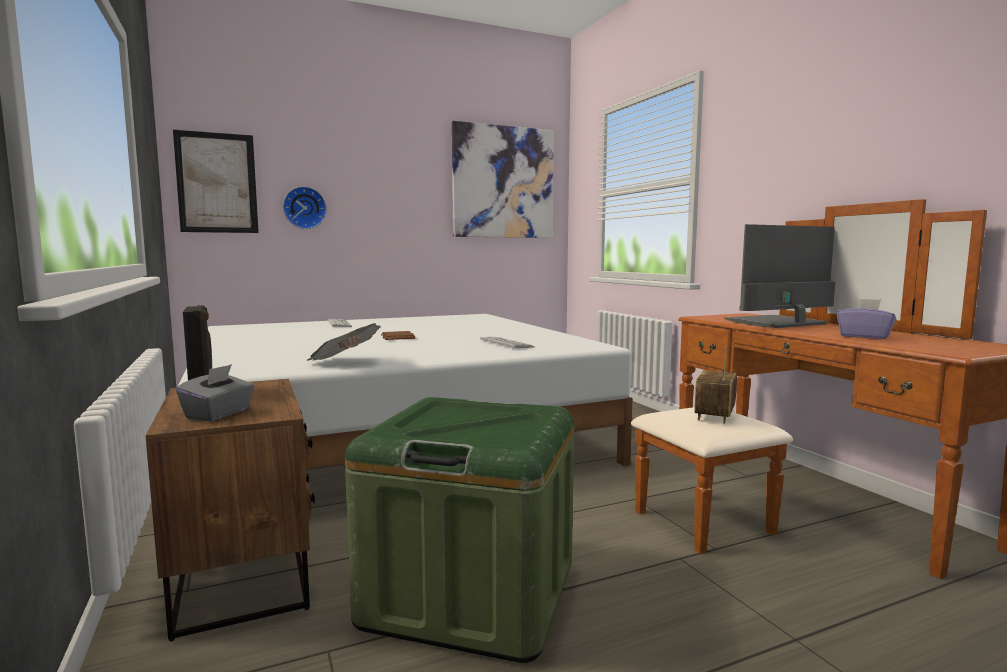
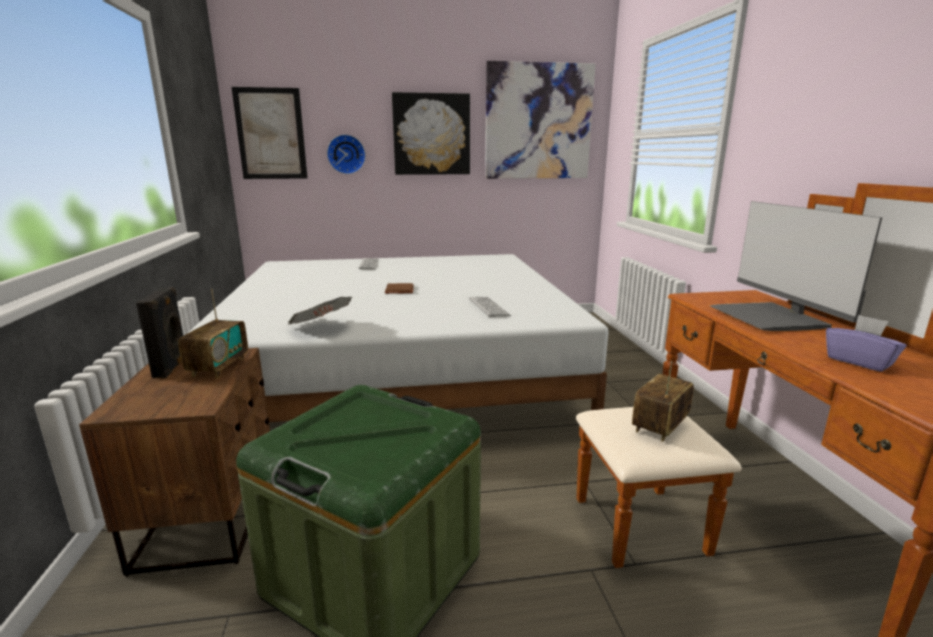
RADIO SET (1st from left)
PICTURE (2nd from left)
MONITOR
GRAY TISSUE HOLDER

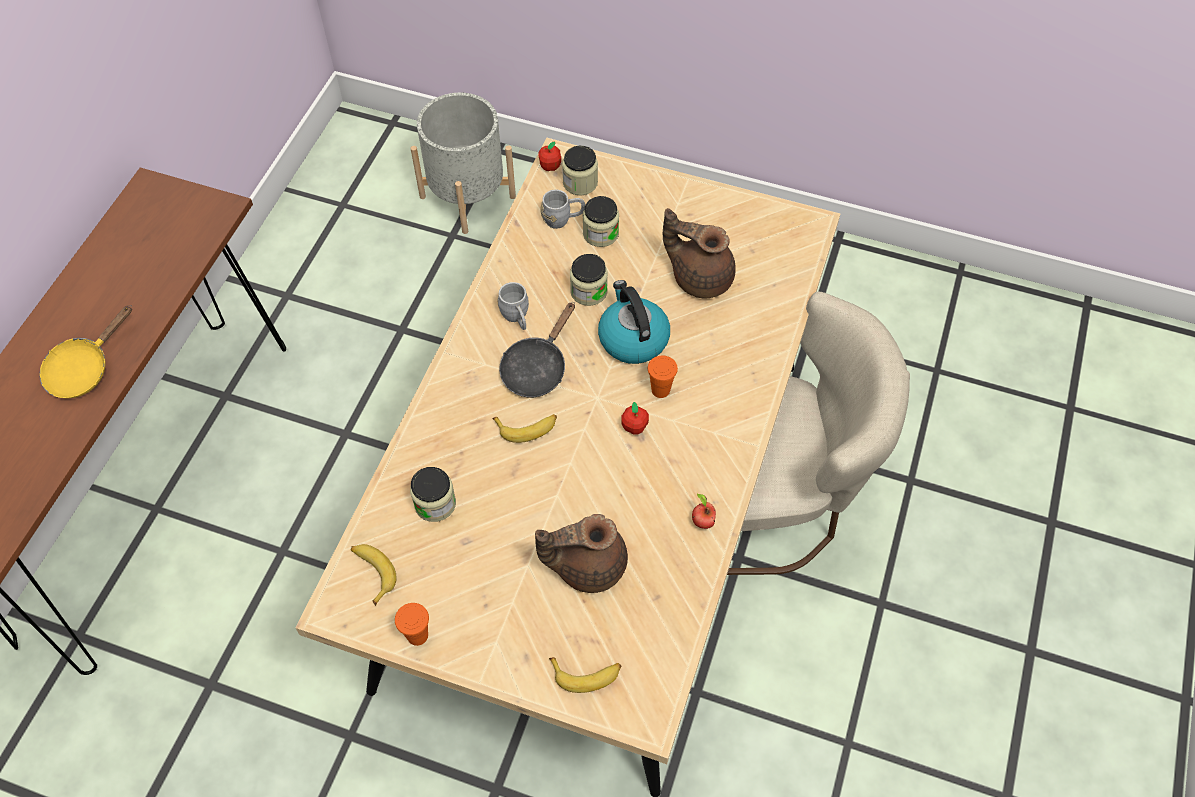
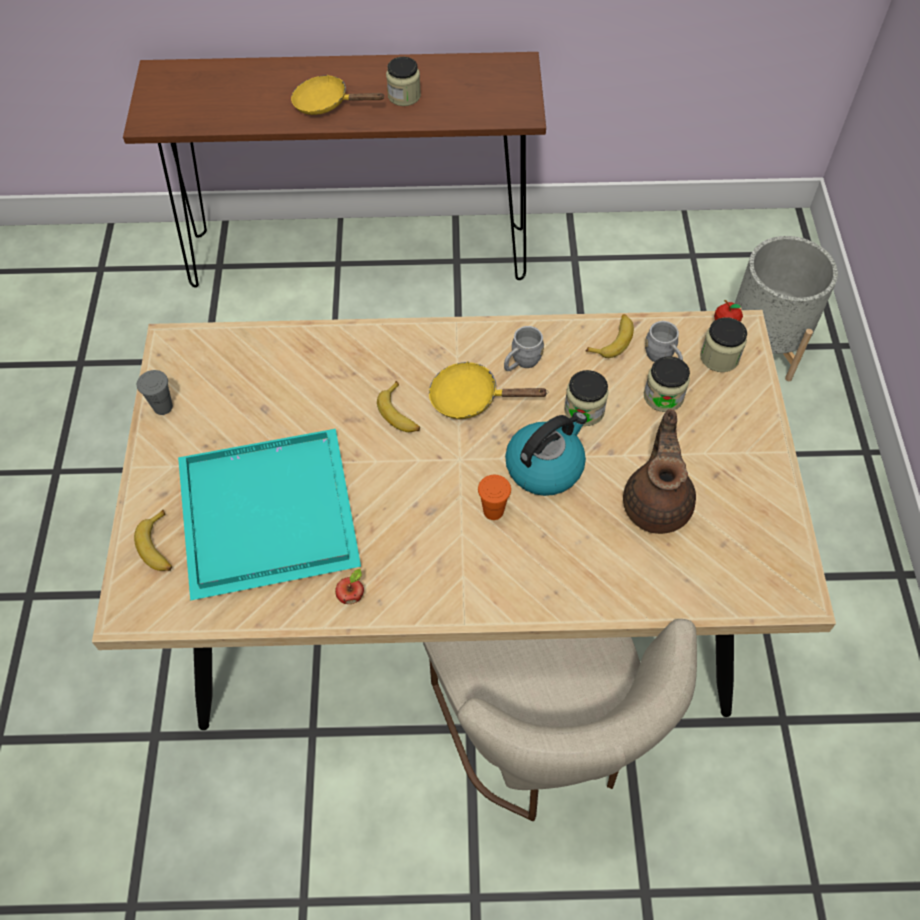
GRAY DRINKING CUP
TURQUOISE TRAY
STORAGE JAR (1st from left)
YELLOW FRYING PAN (2nd from left)
BANANA FRUIT (3rd from left)
WHOLE APPLE (2nd from left in the first image)

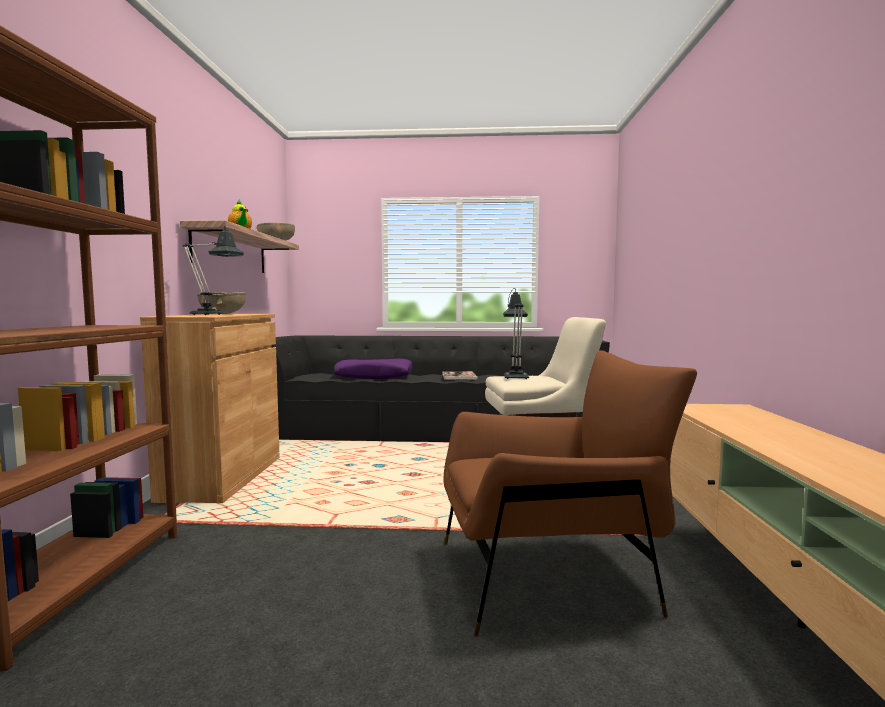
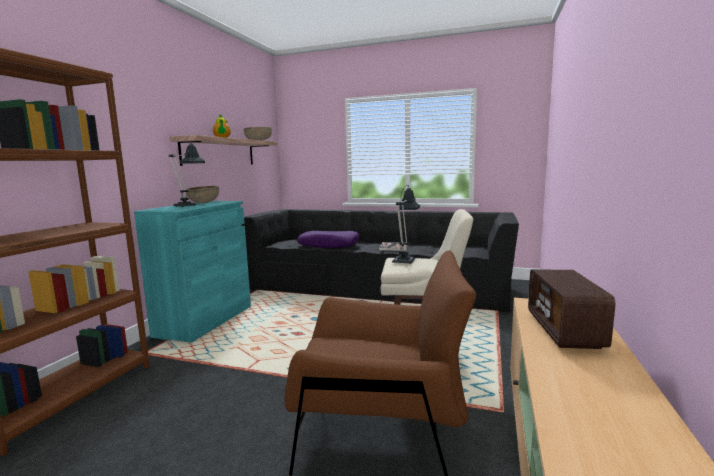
TURQUOISE CUPBOARD
RADIO SET

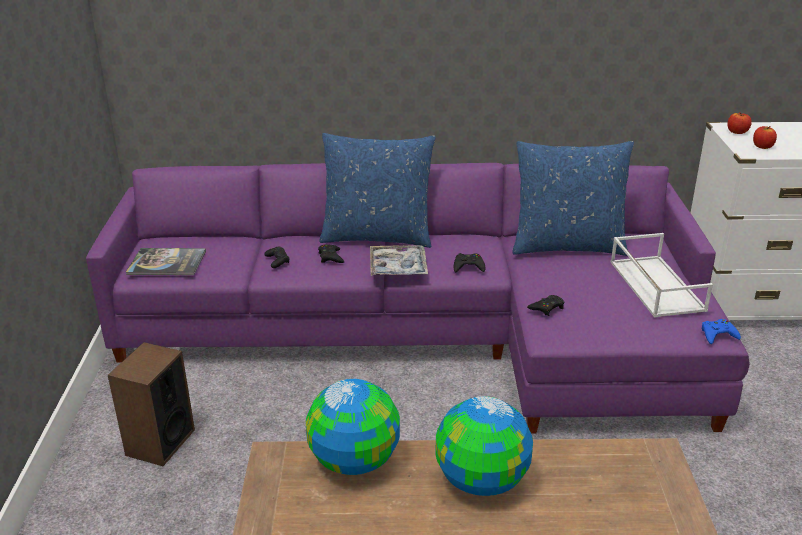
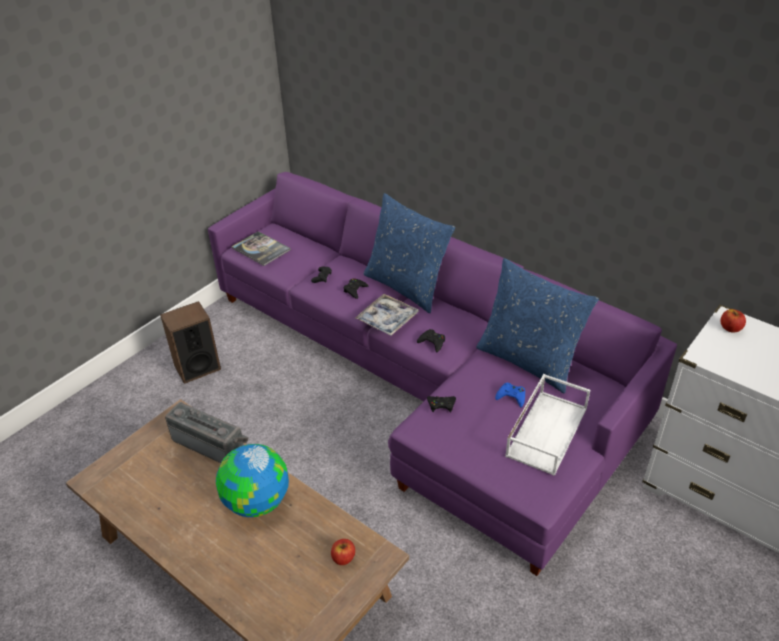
RADIO SET
WHOLE APPLE (1st from left)
BLUISH JOYPAD

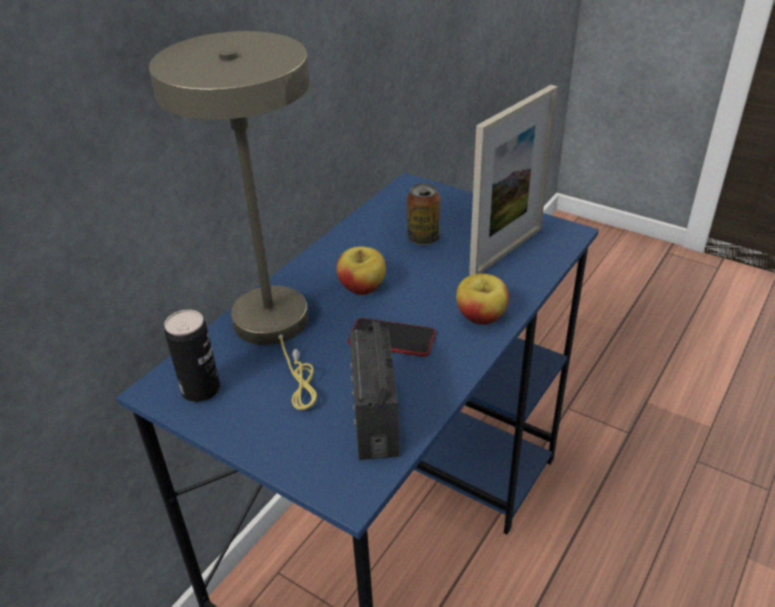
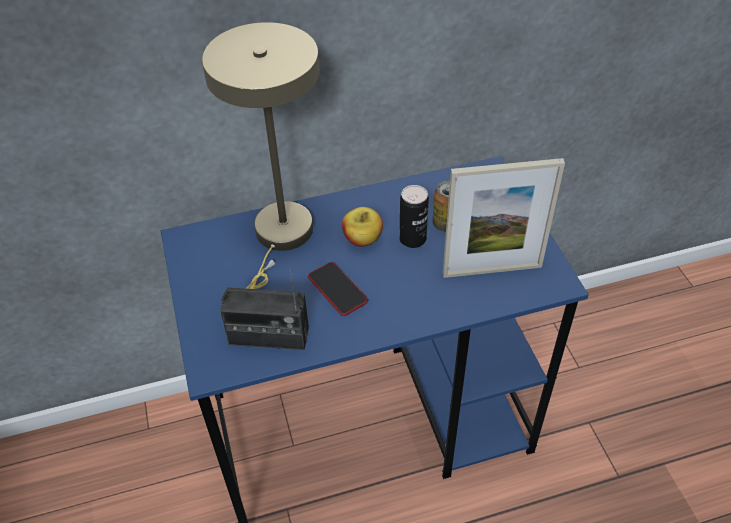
RADIO SET
CAN (1st from left)
WHOLE APPLE (2nd from left in the first image)

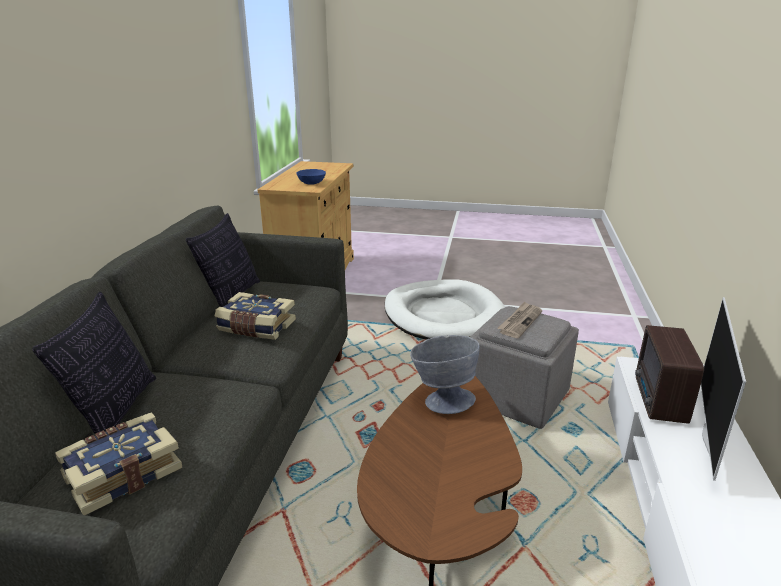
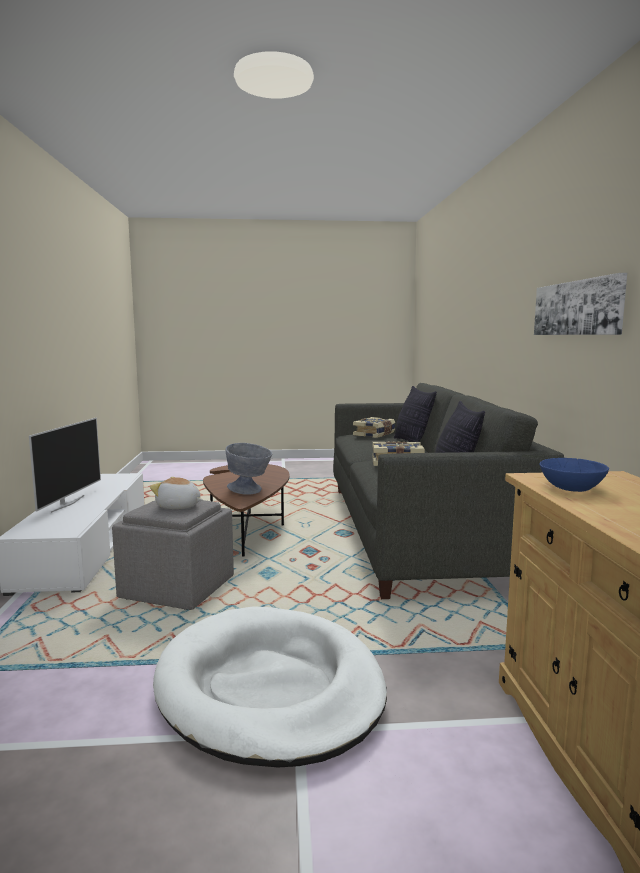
PLUSH TOY
PICTURE
RADIO SET

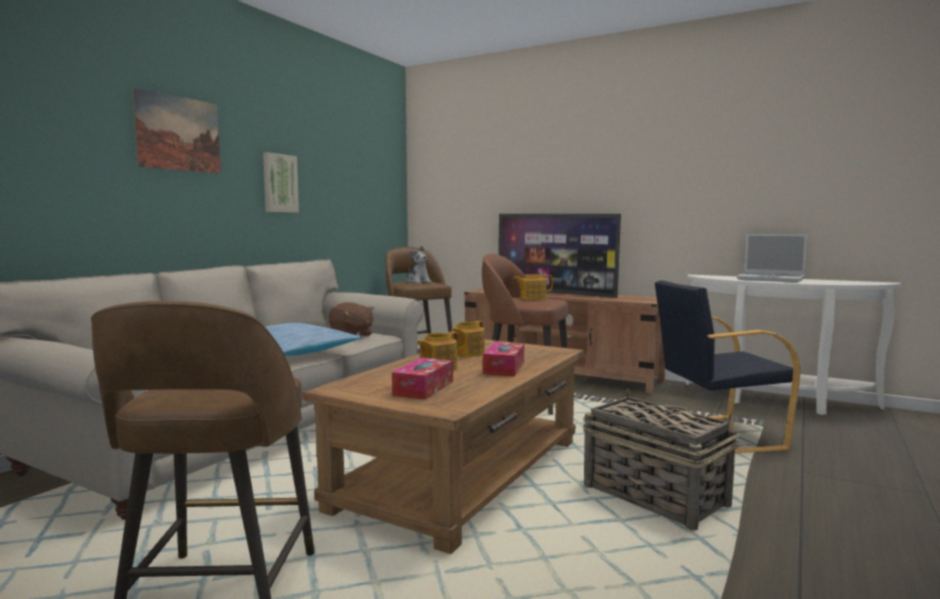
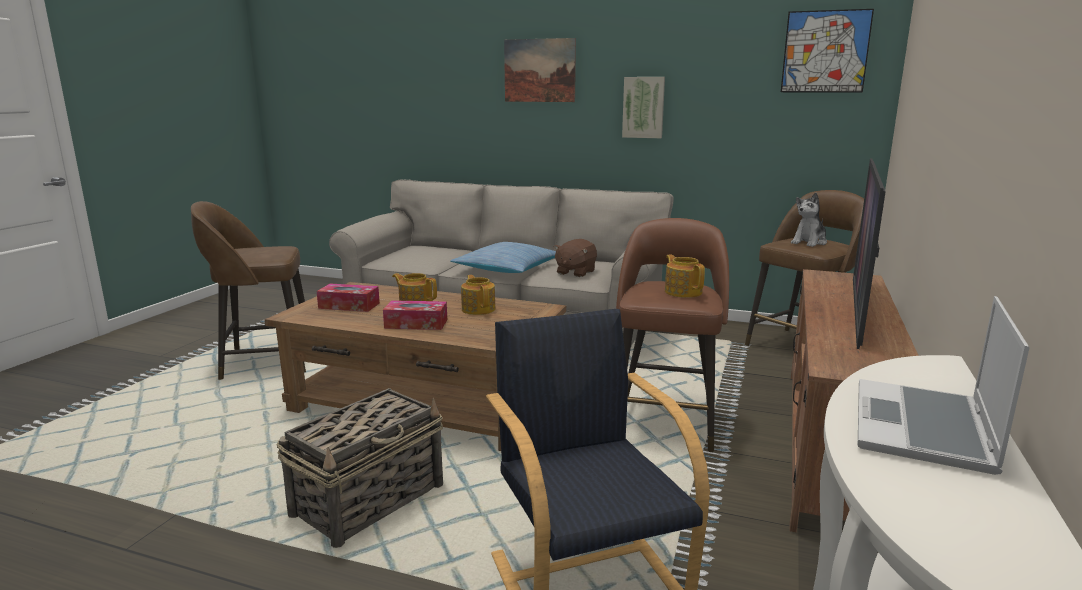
TEAPOT (2nd from left)
PICTURE (3rd from left)

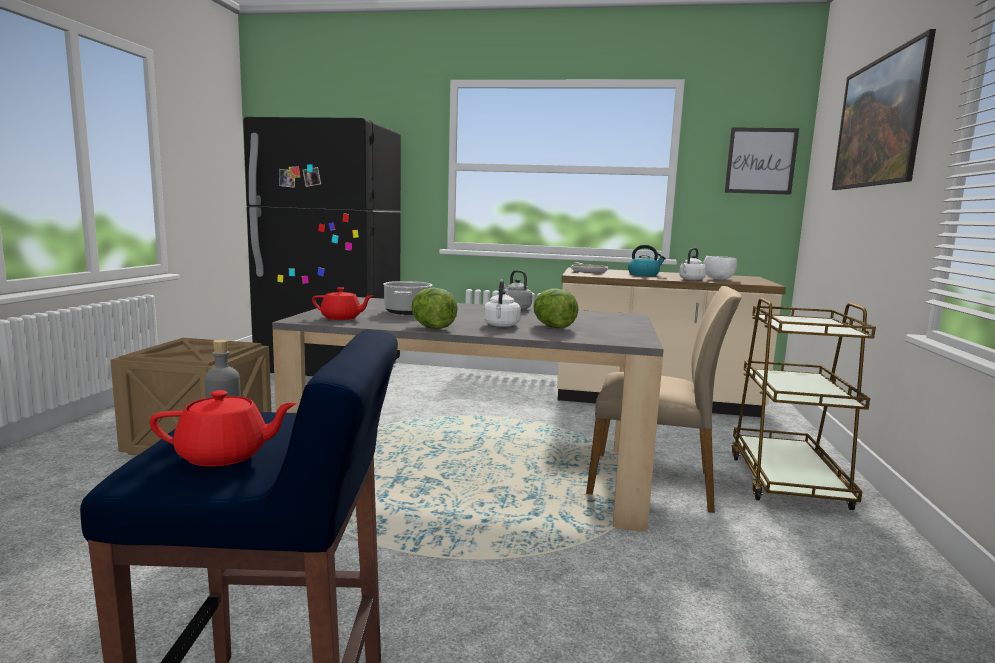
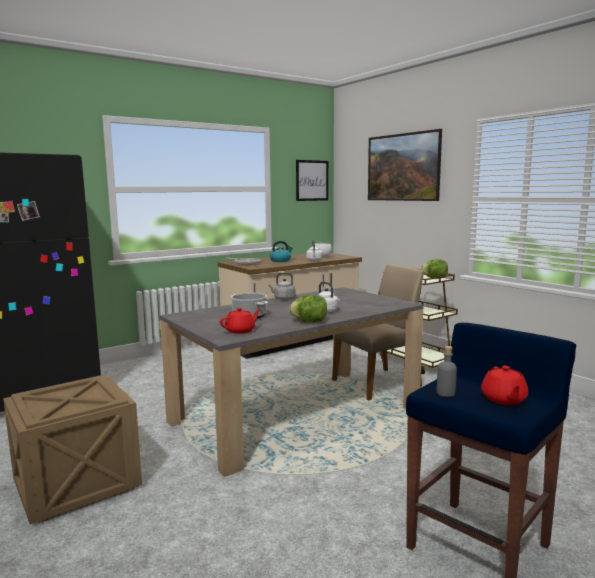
LETTUCE (2nd from left)
RED TEAPOT (2nd from left)

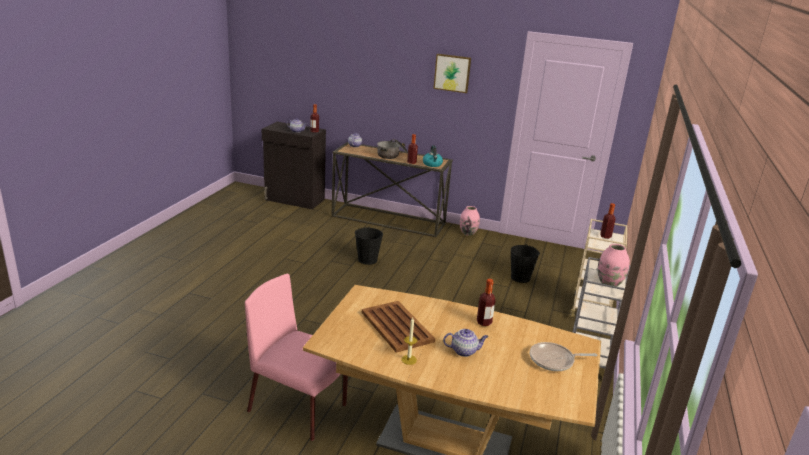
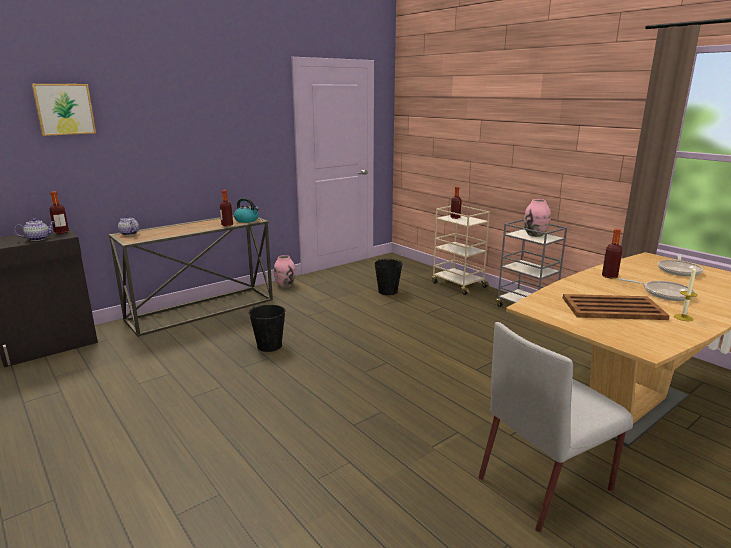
PICTURE
GRAY UPRIGHT CHAIR
FRYING PAN (1st from left)
COOKING POT

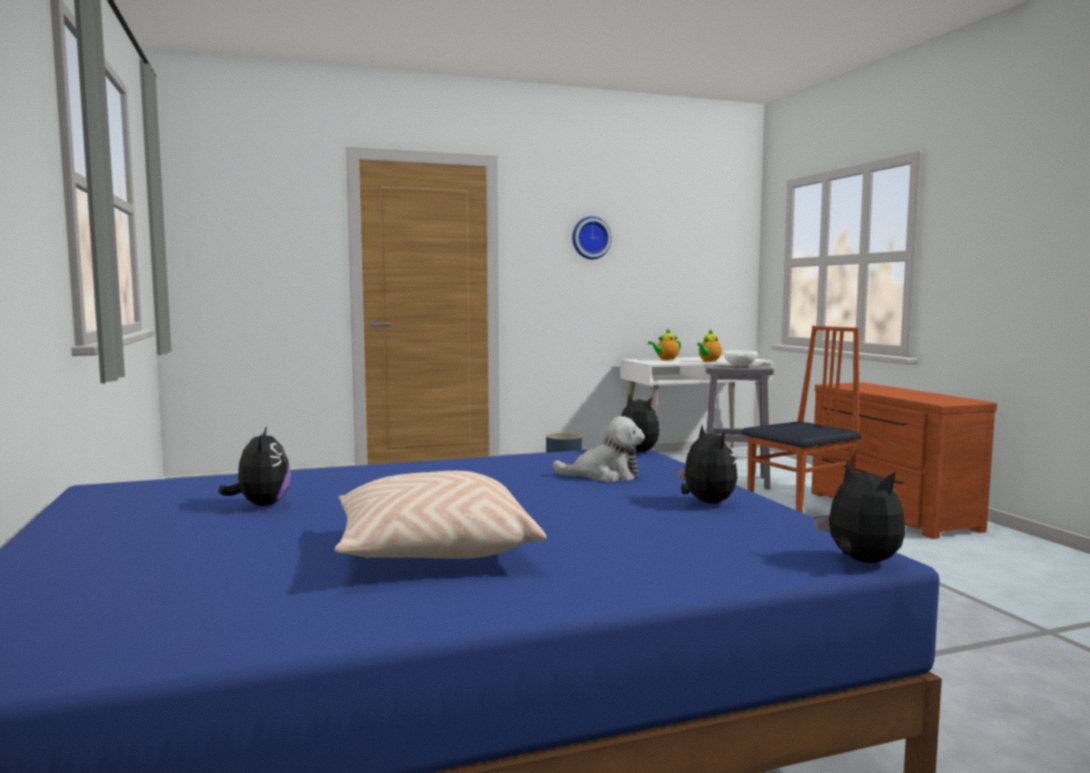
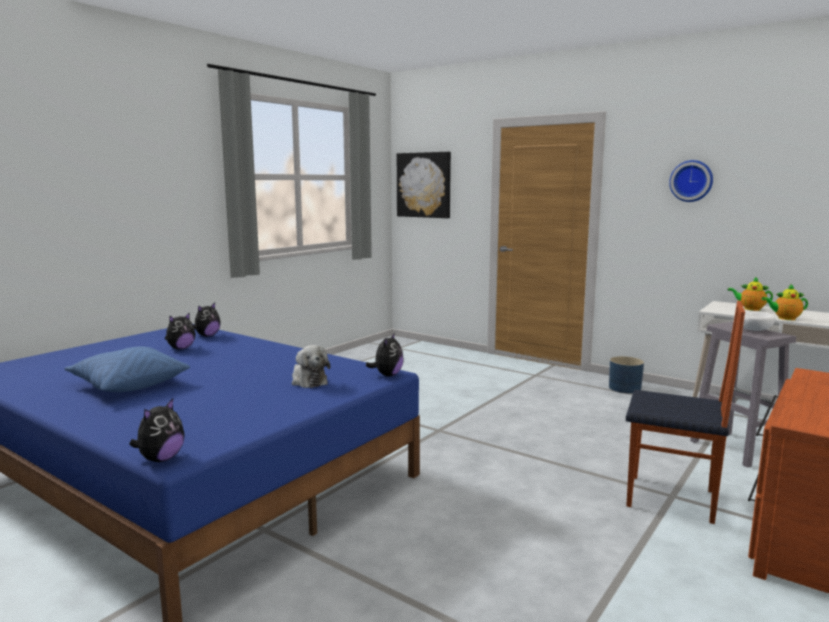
BLUISH PILLOW
PLUSH TOY (3rd from left)
PICTURE

